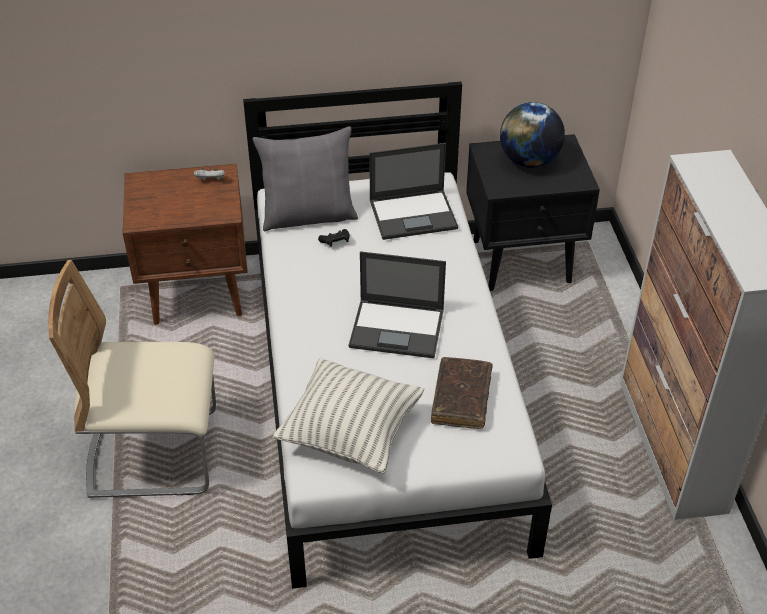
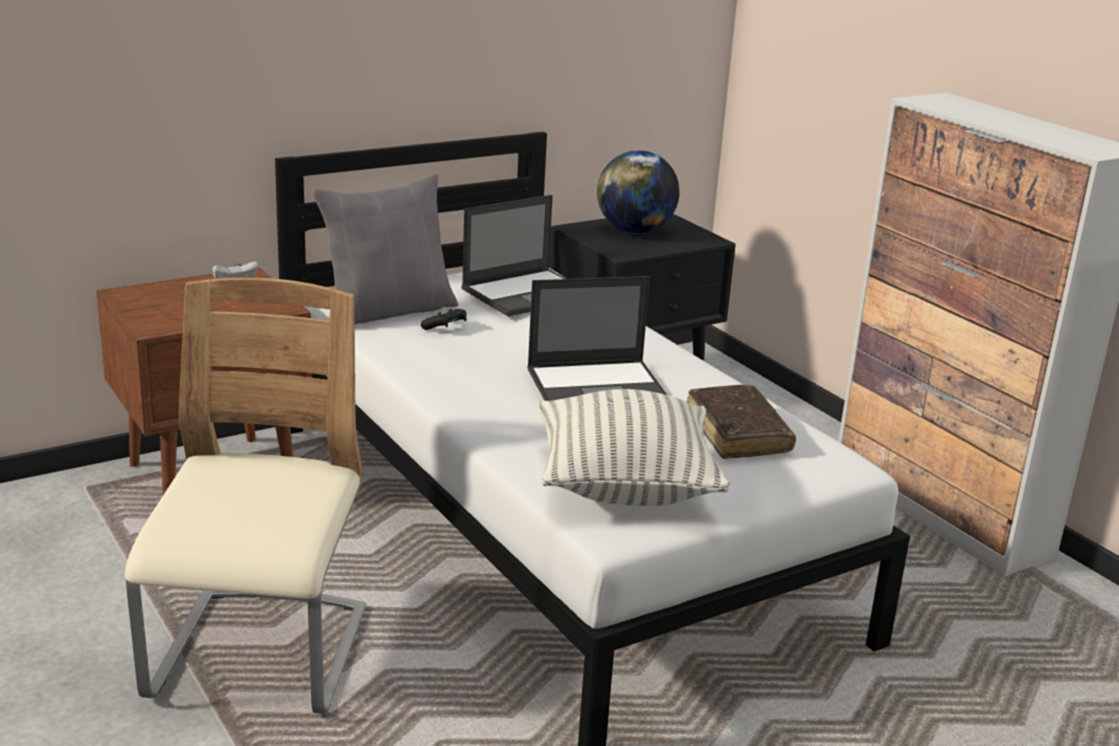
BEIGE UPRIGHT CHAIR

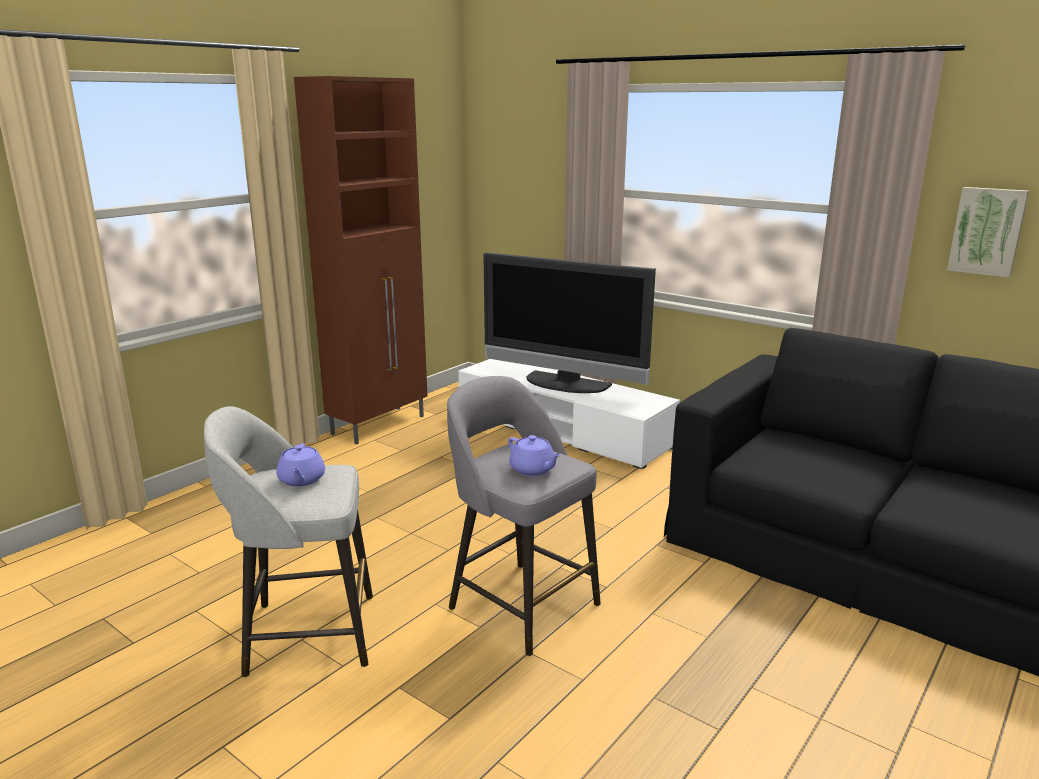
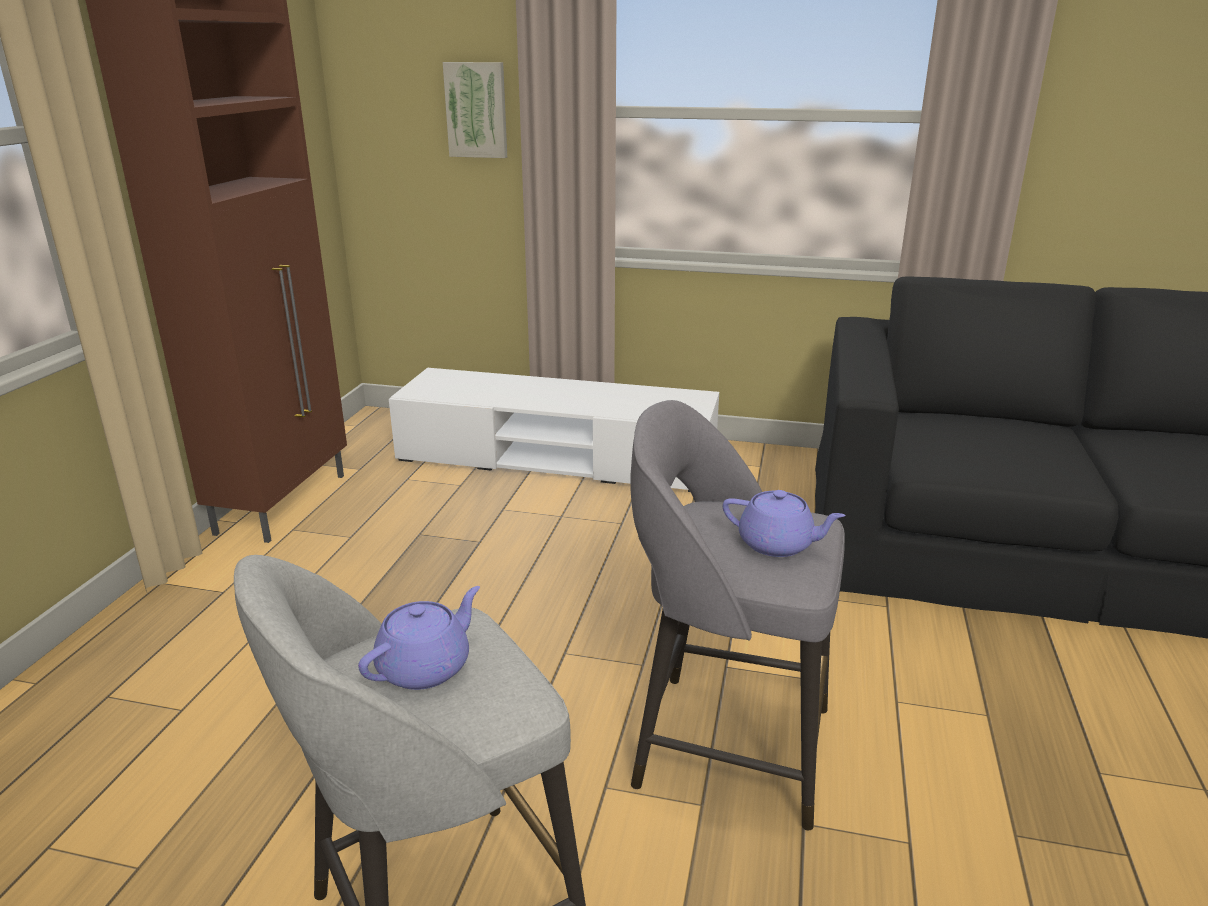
PURPLE-COLOURED TEAPOT (1st from left)
PICTURE
TELEVISION

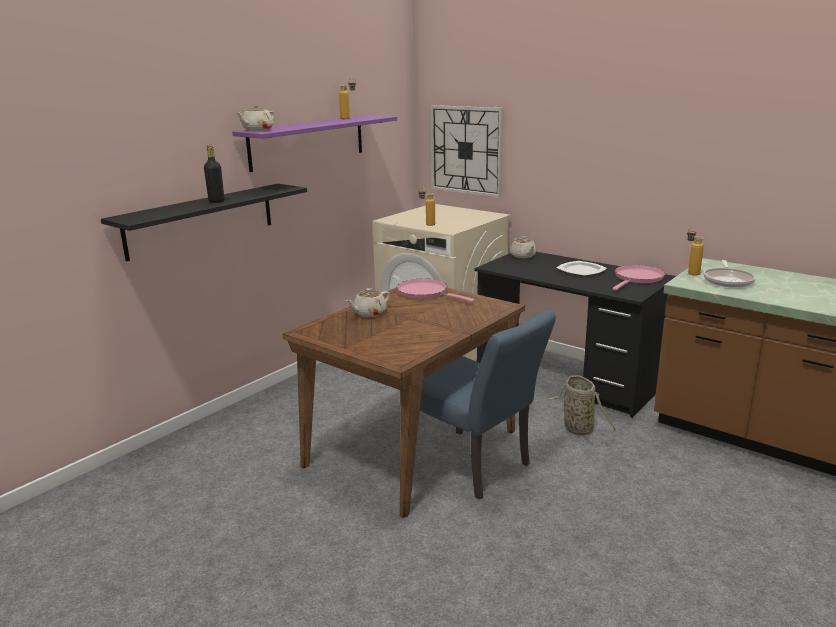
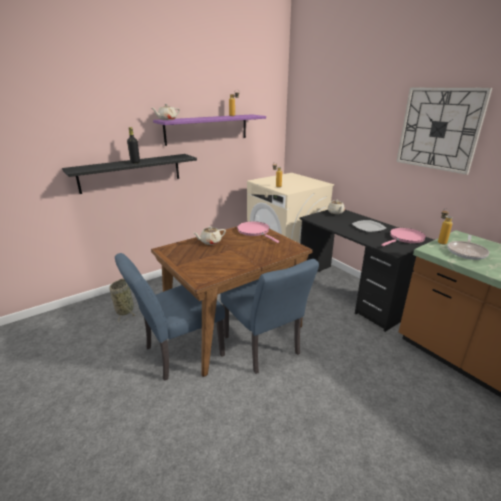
BASKET
BLUISH UPRIGHT CHAIR (1st from left)
WALL CLOCK

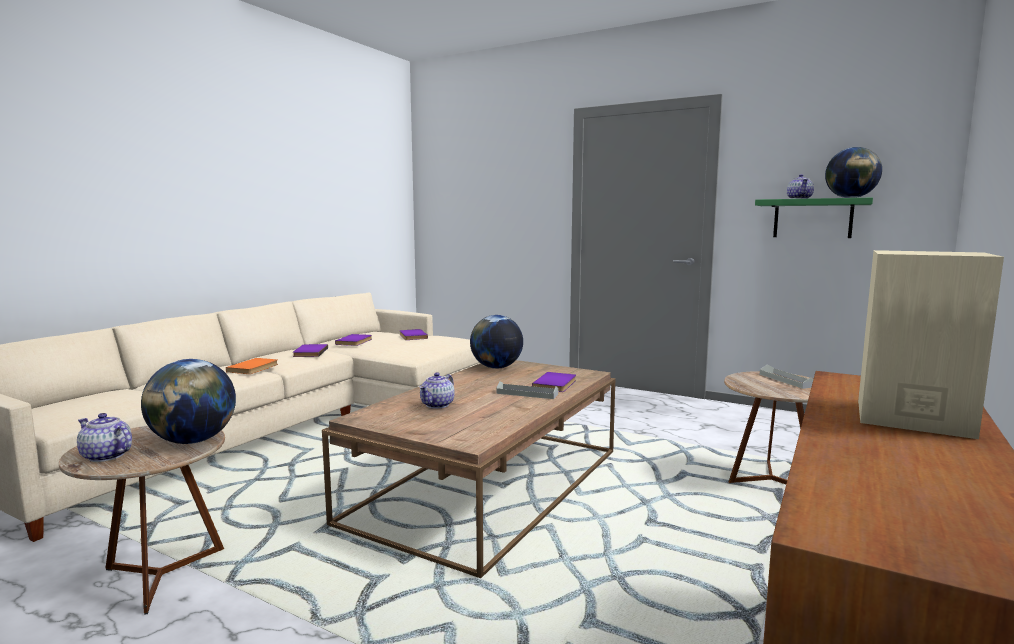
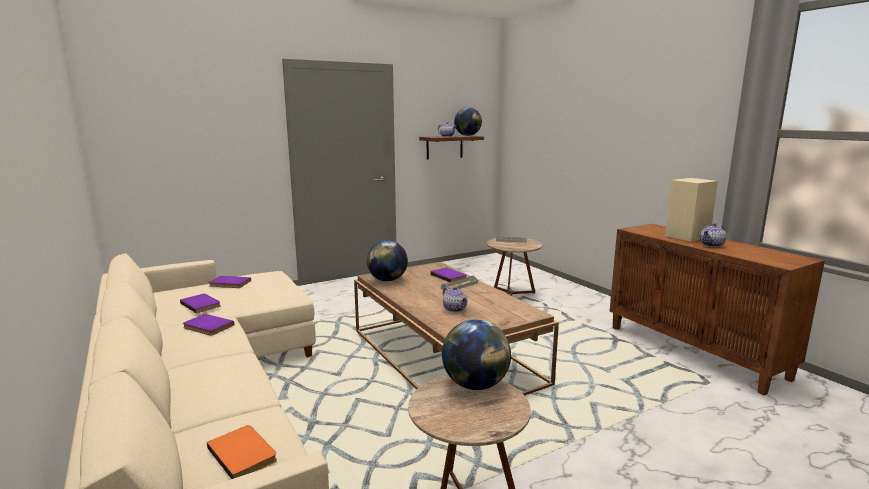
ORANGEY BOUND BOOK
BROWN-COLOURED SHELF
TEAPOT (3rd from left)

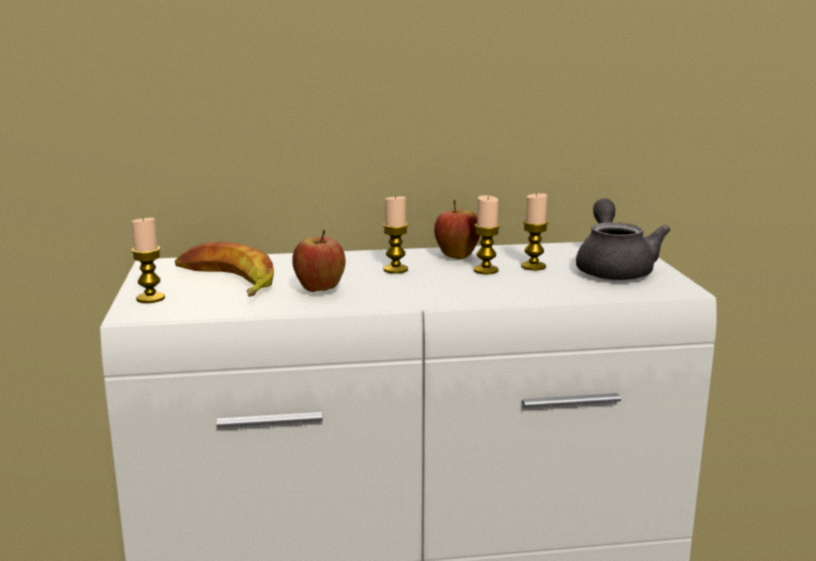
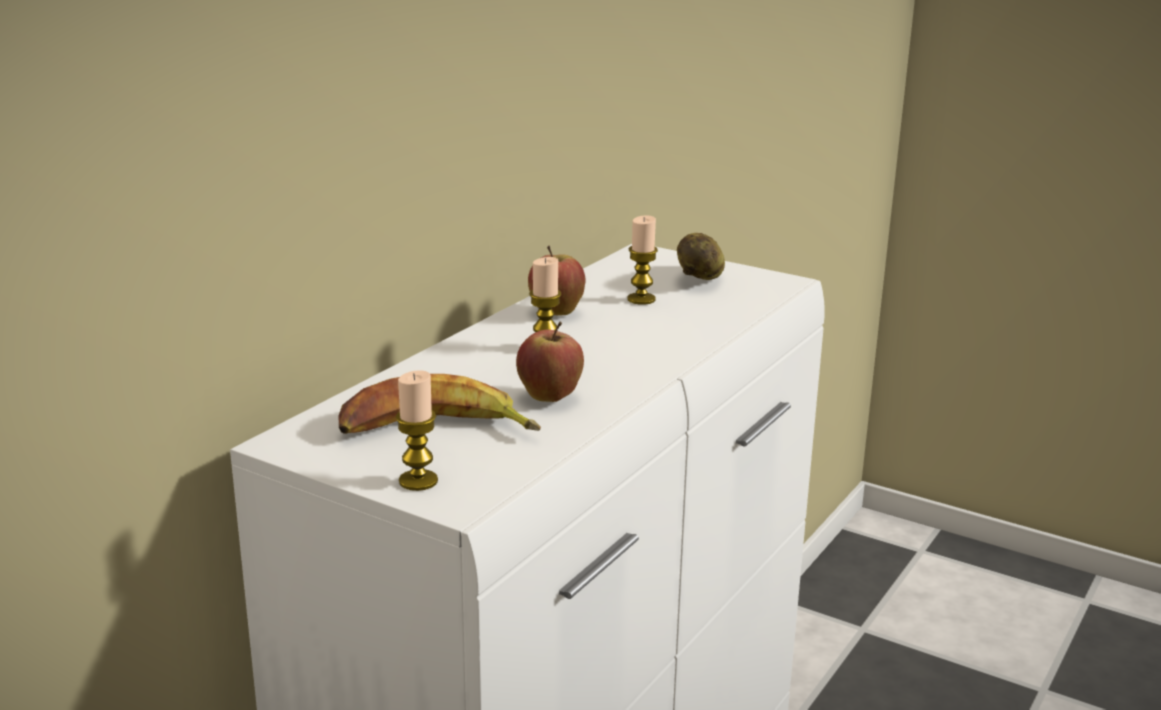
WHOLE POTATO
CANDLE (3rd from left in the first image)

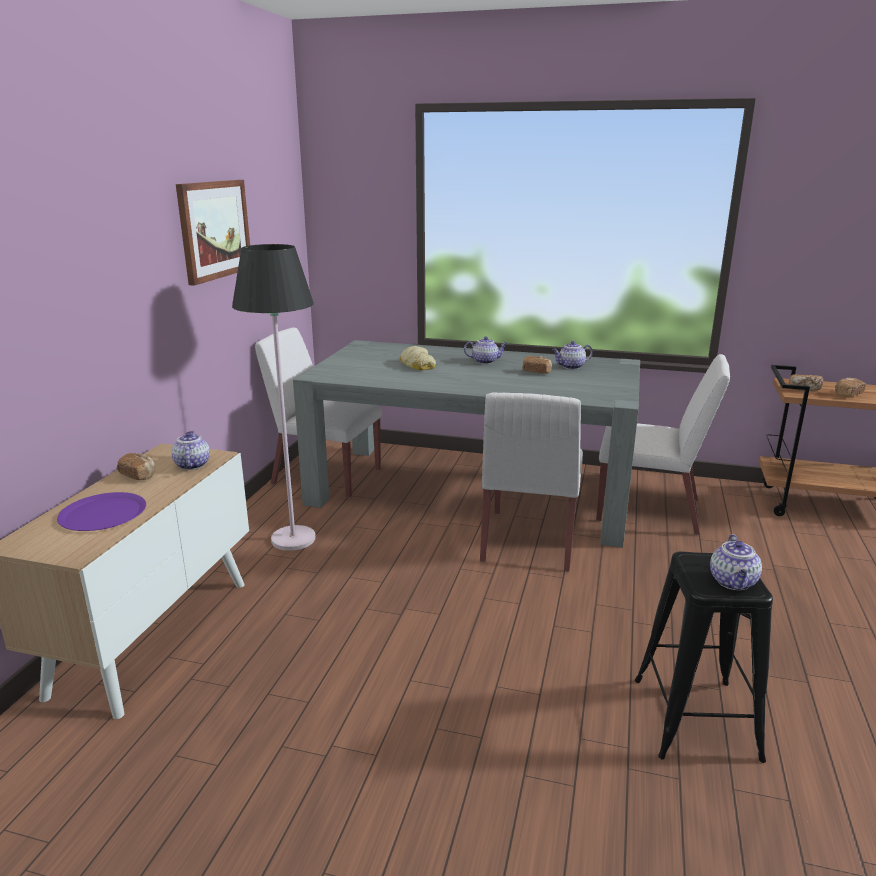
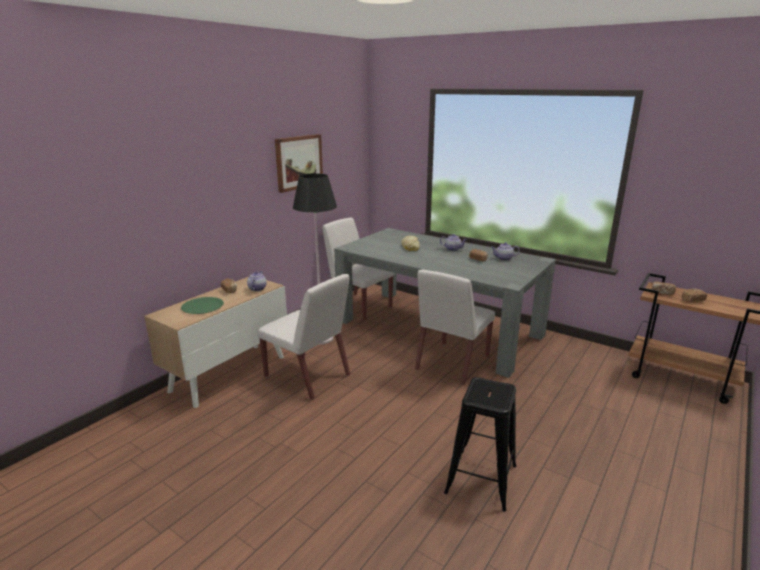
GREENISH DINNER PLATE
WHITE-COLOURED UPRIGHT CHAIR (1st from left)
TEAPOT (4th from left in the first image)

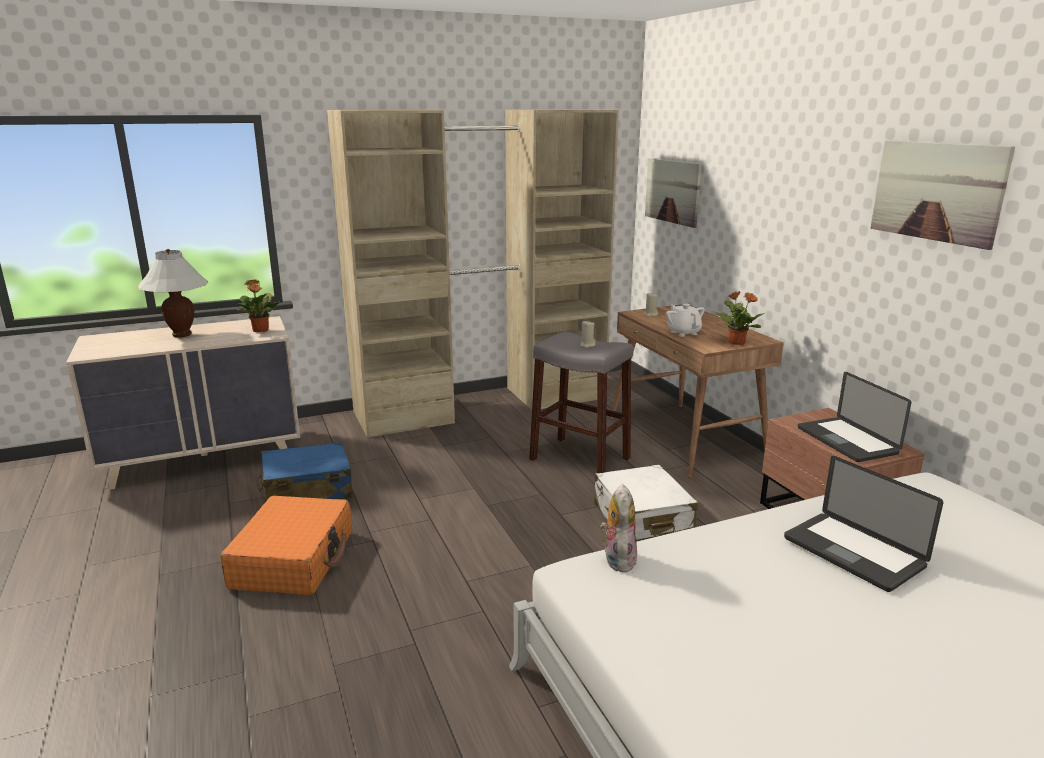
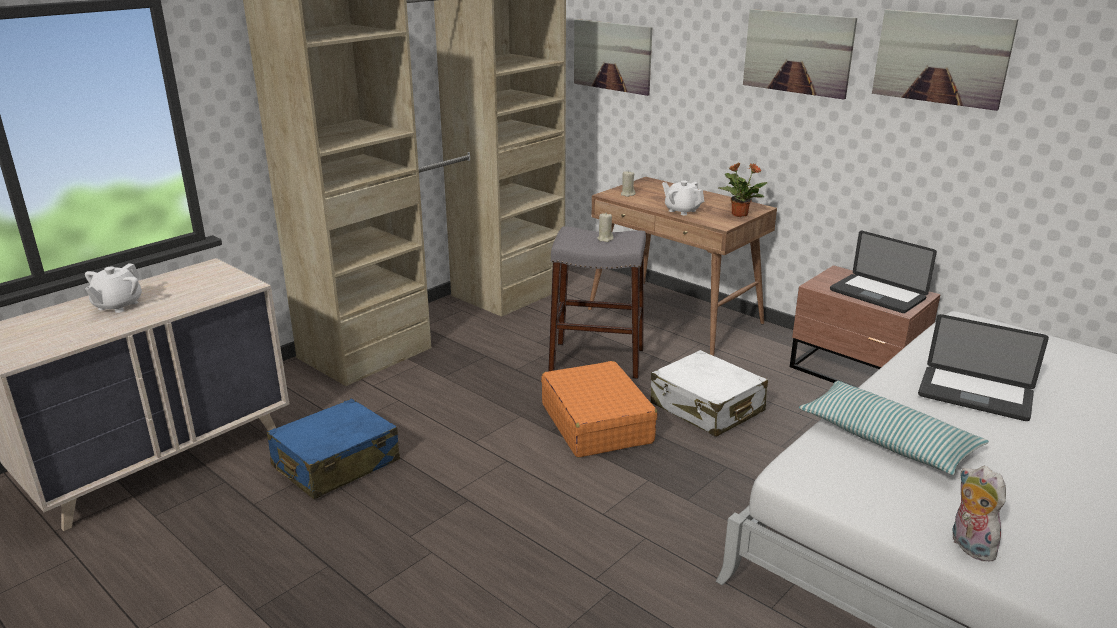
WHITE-COLOURED TEAPOT (1st from left)
ORANGEY PIECE OF LUGGAGE
PICTURE (2nd from left)
PILLOW
PLUSH TOY
HOUSEPLANT (1st from left in the first image)

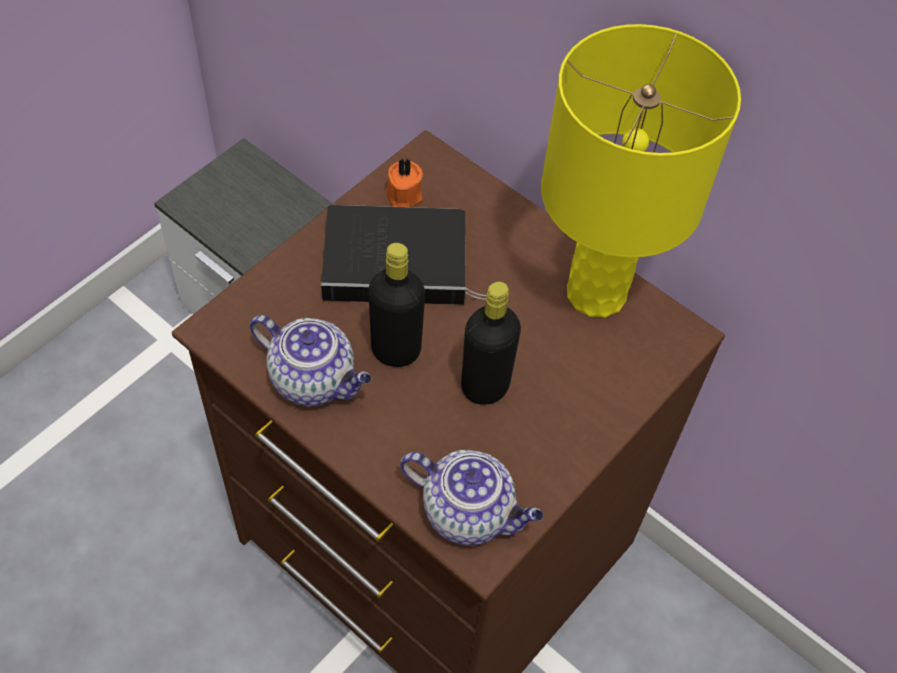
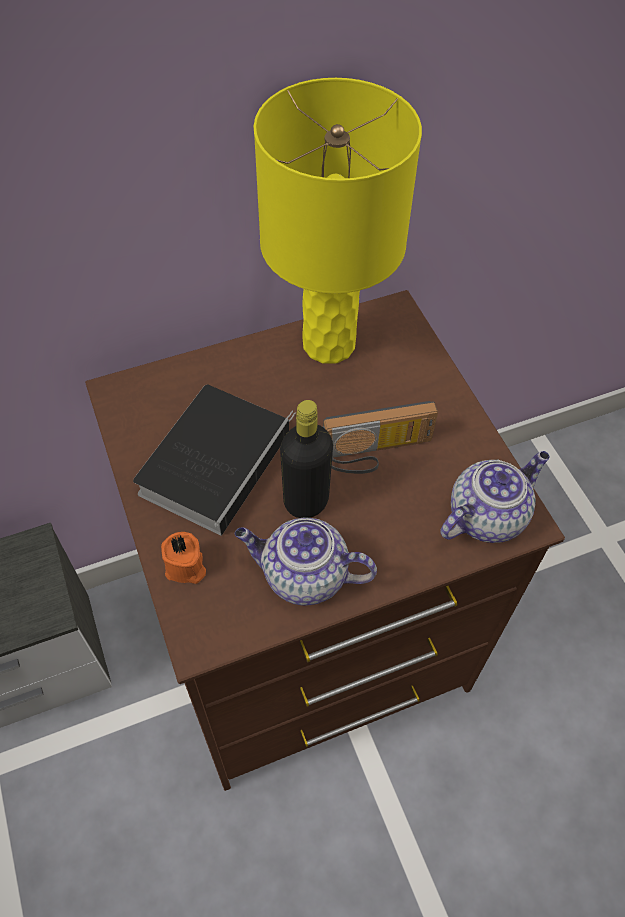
ORANGEY CANDLE
TEAPOT (1st from left)
RADIO SET

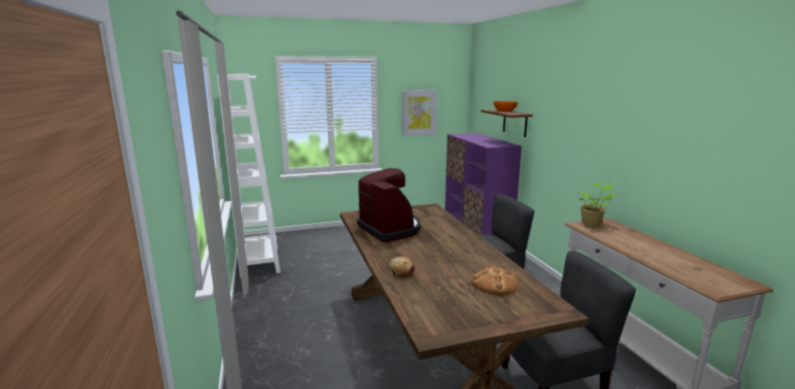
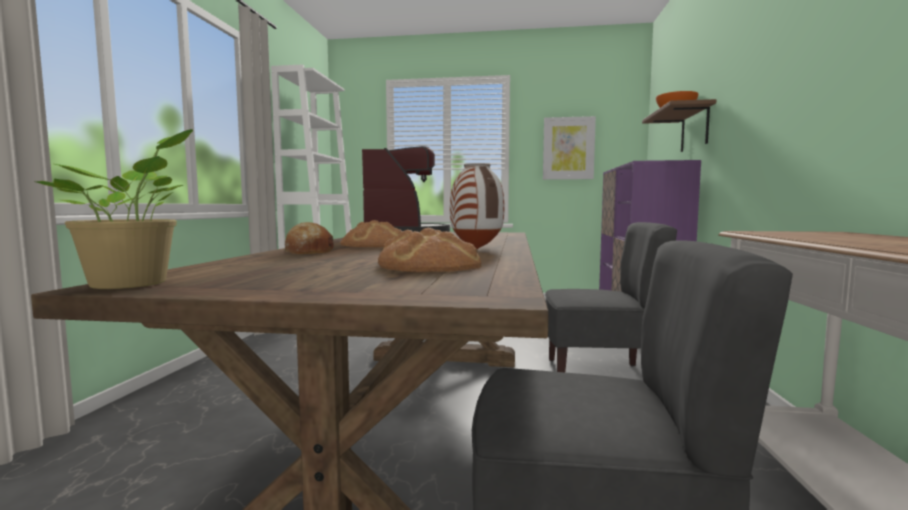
HOUSEPLANT
BAKERY BREAD (2nd from left)
VASE

